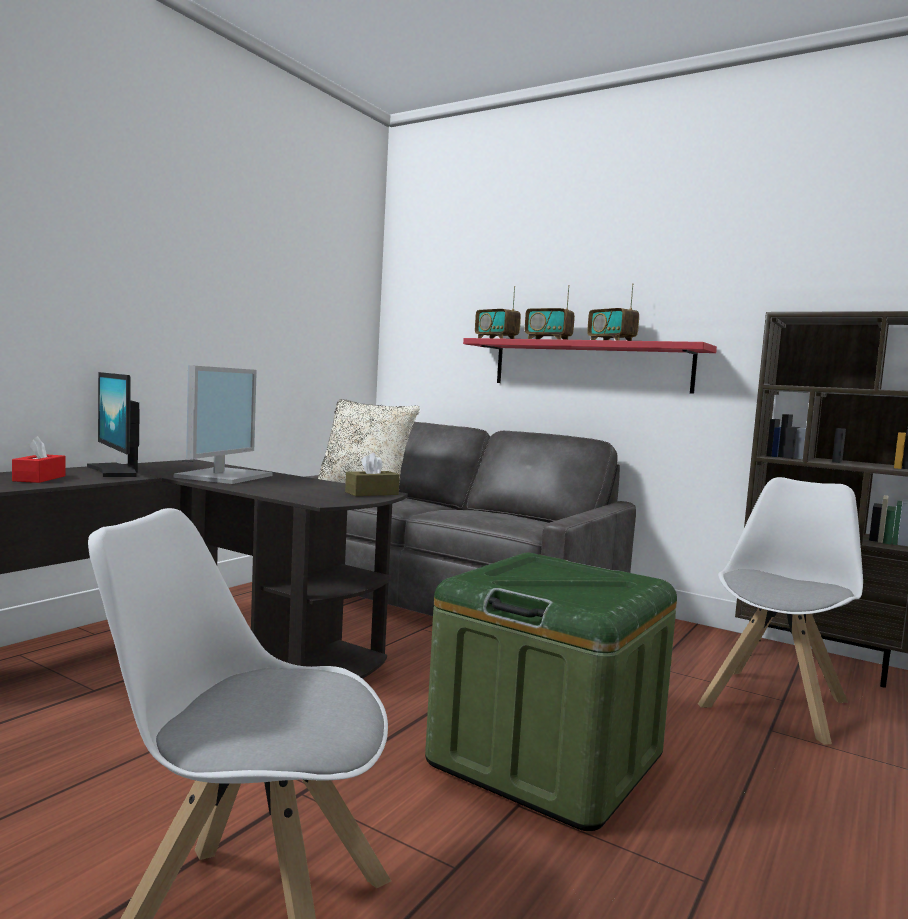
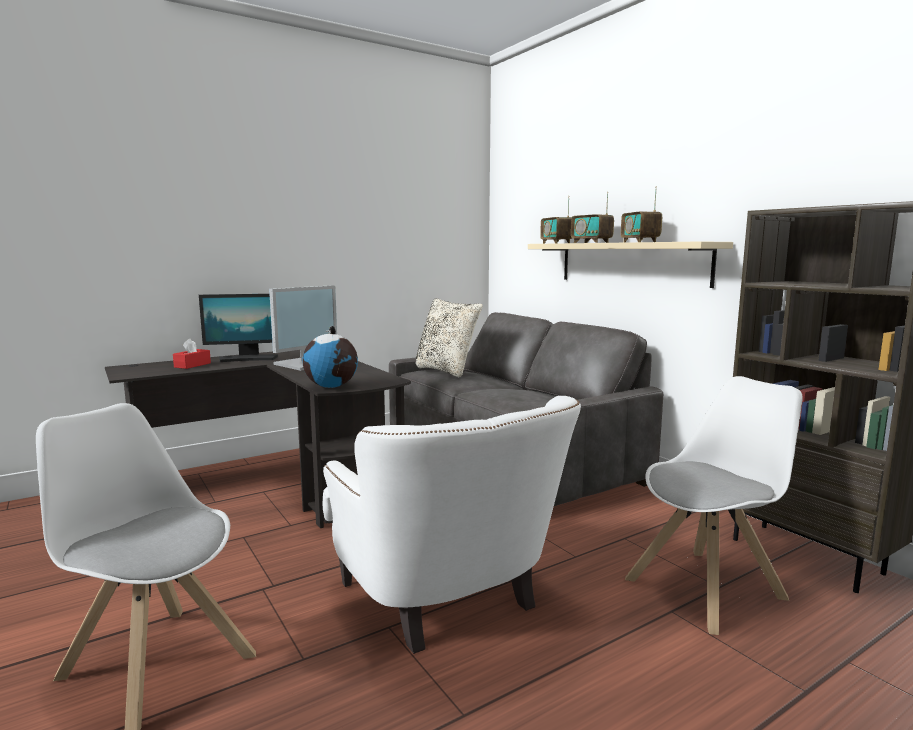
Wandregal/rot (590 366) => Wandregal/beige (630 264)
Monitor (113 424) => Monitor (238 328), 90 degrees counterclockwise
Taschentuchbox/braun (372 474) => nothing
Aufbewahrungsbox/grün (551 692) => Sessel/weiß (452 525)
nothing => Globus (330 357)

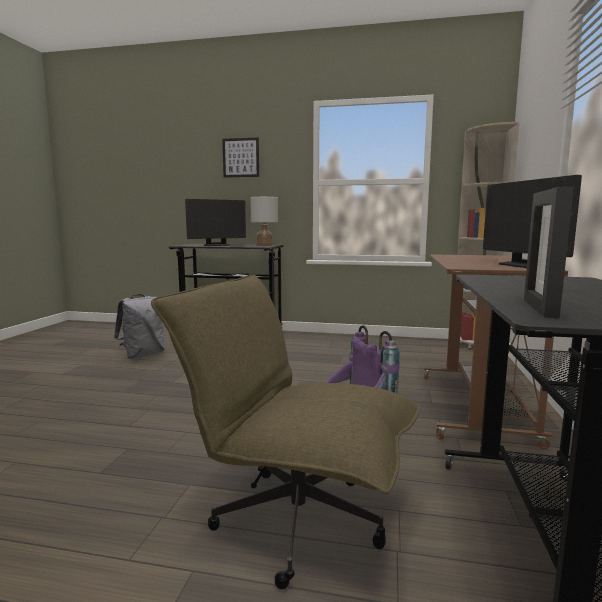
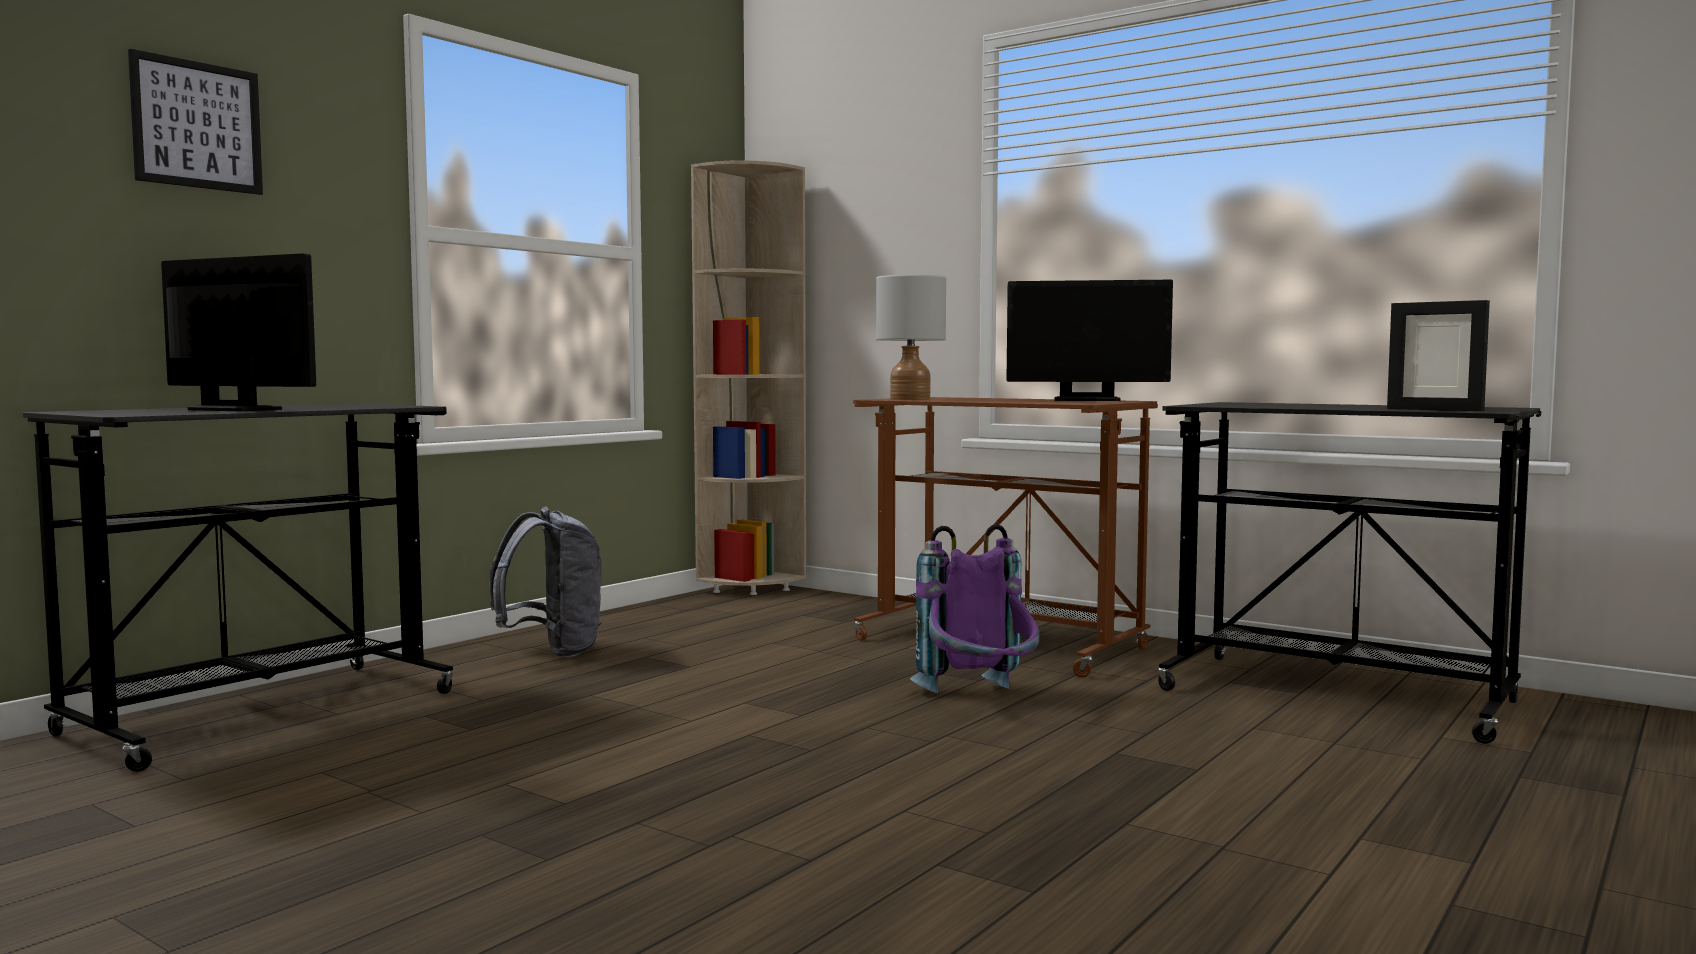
Tischlampe/grau (264 221) => Tischlampe/grau (911 337), moved
Monitor (215 222) => Monitor (238 332), 60 degrees counterclockwise
Bürostuhl/beige (285 432) => nothing
Rucksack/grau (139 326) => Rucksack/grau (546 582), moved

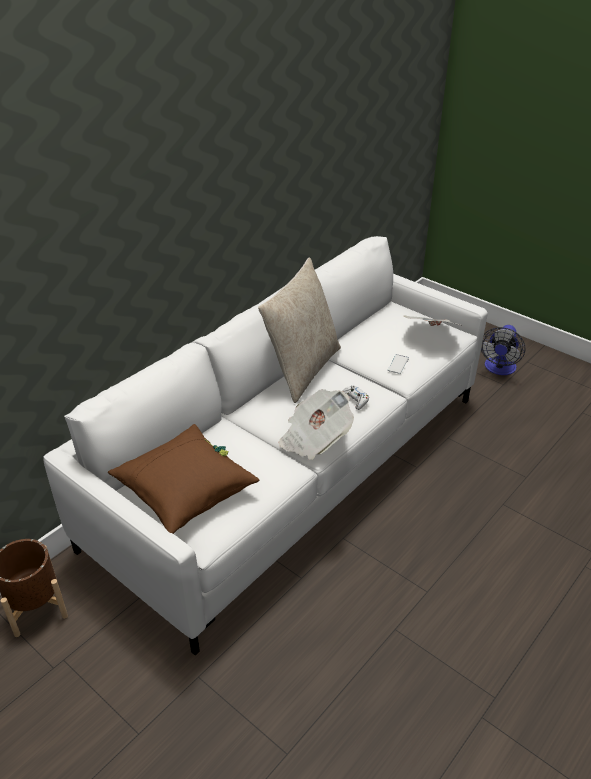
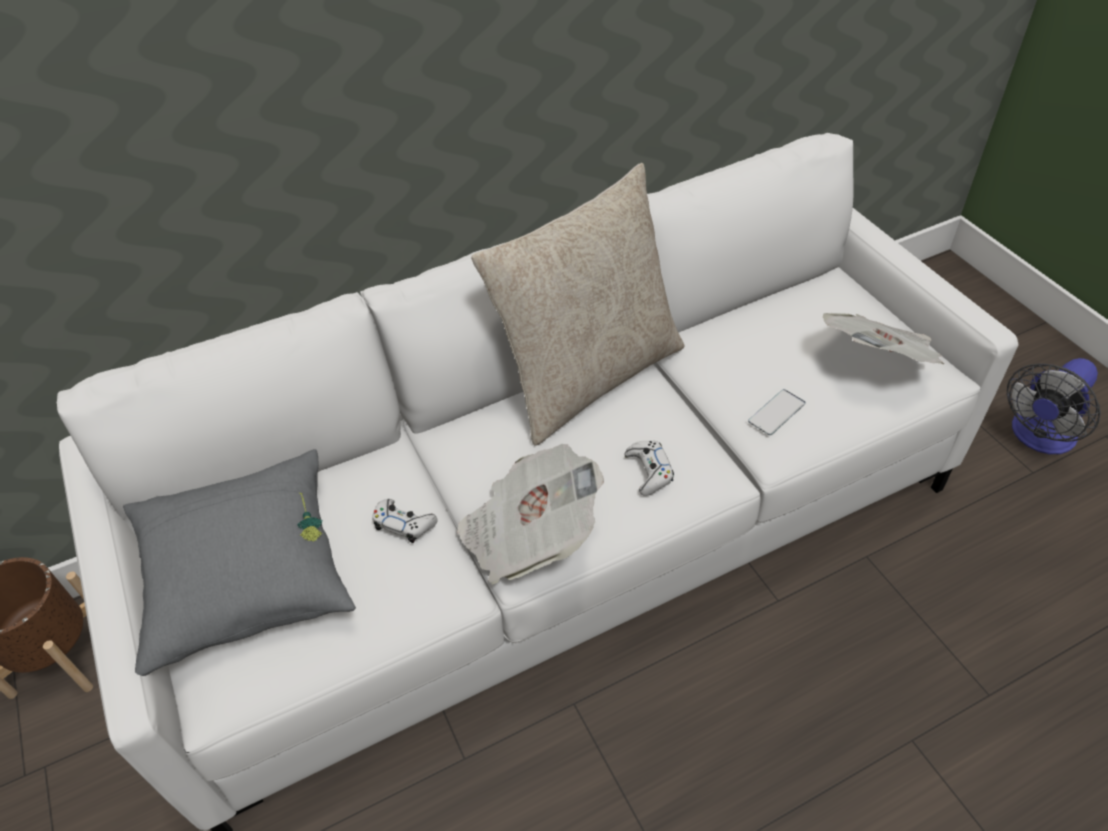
Kissen/braun (183 479) => Kissen/grau (239 562)
nothing => Gamepad/weiß (404 521)

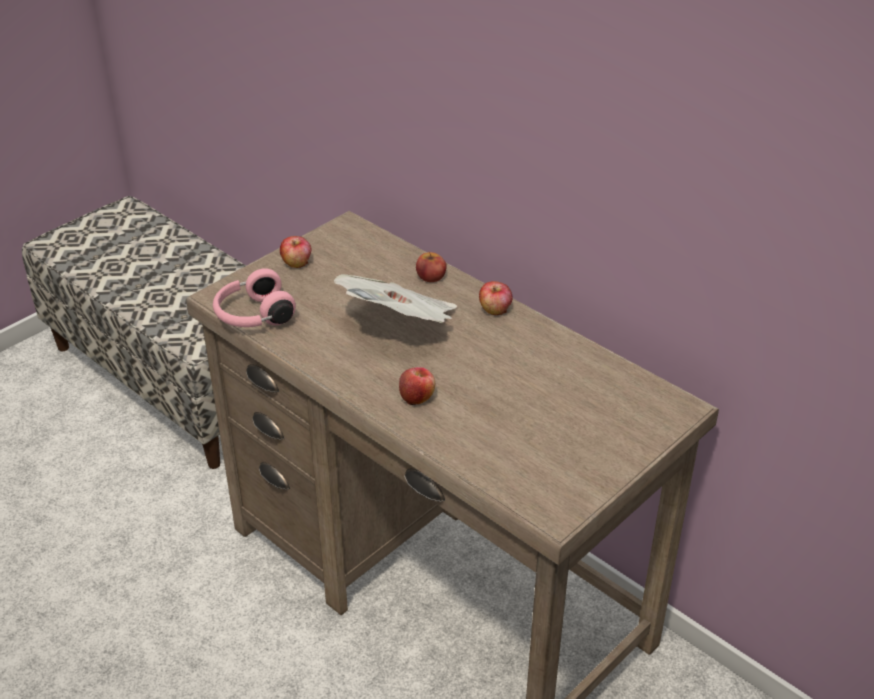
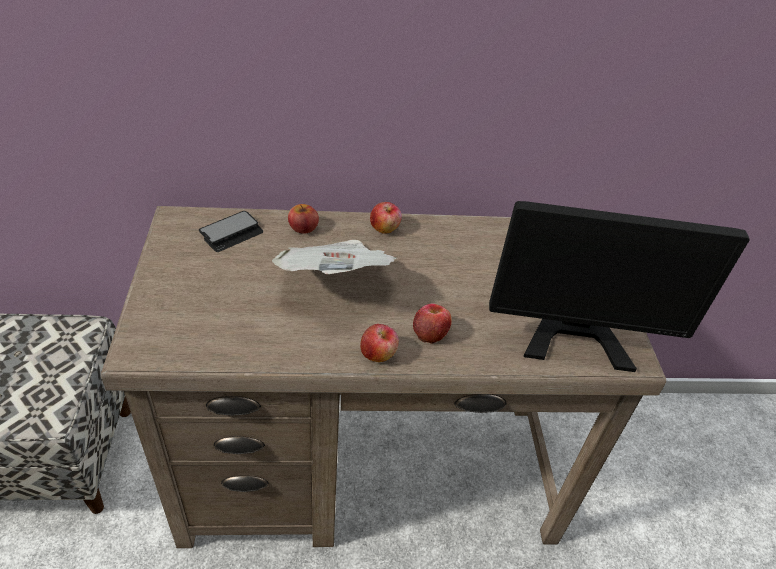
Apfel (296 252) => Apfel (379 343), moved
Kopfhörer/rosa (254 297) => nothing
nothing => Monitor (619 286)
nothing => Handy (231 231)

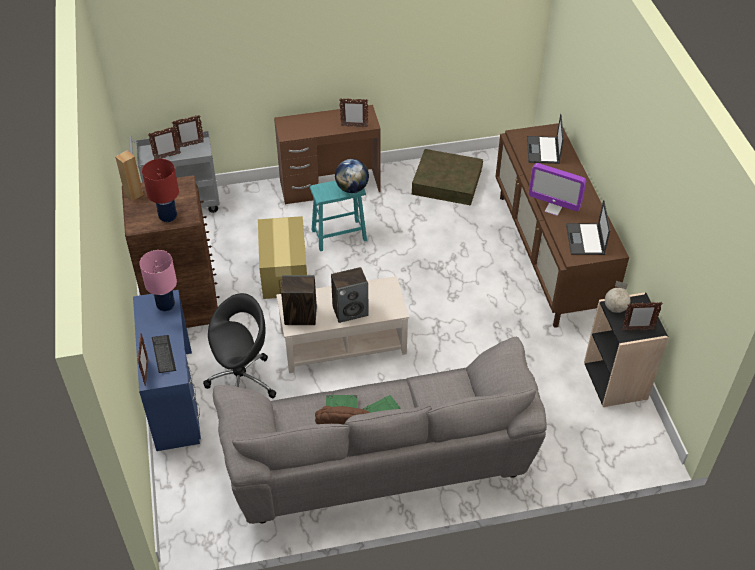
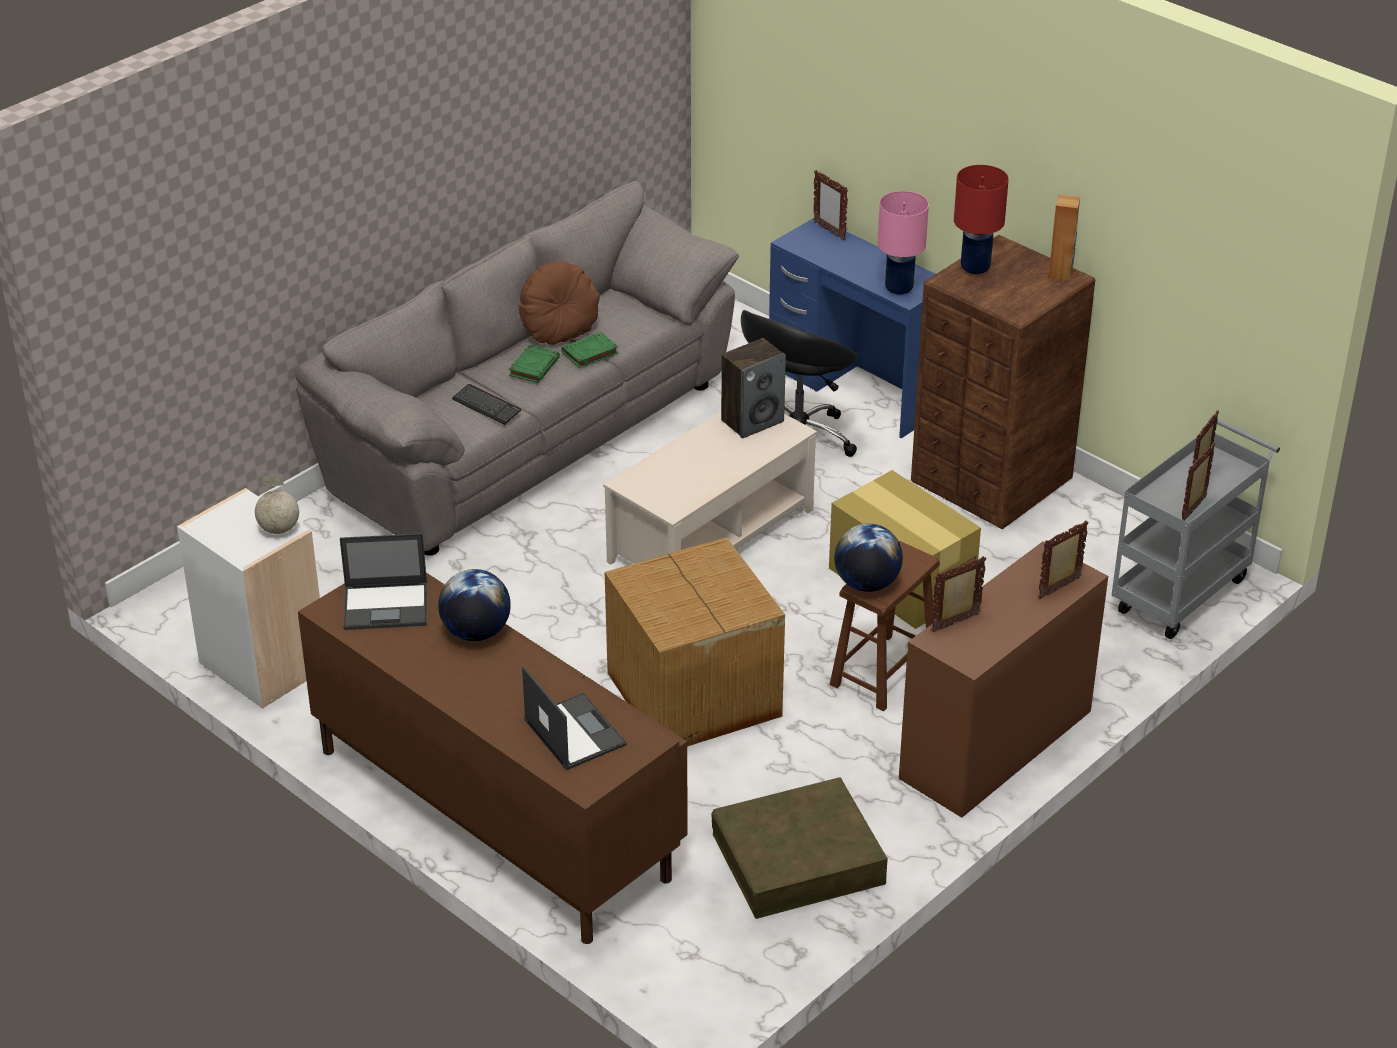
Monitor (557 189) => Globus (474 605)
Hocker/türkis (338 216) => Hocker/braun (885 626)
Laptop (588 227) => Laptop (383 581), 120 degrees clockwise
Lautsprecher (350 295) => nothing
Bücherregal/schwarz (626 349) => Bücherregal/weiß (248 598)
Bilderrahmen (642 316) => Bilderrahmen (1063 559), moved
Tastatur (164 354) => Tastatur (486 404), moved
nothing => Karton (695 642)

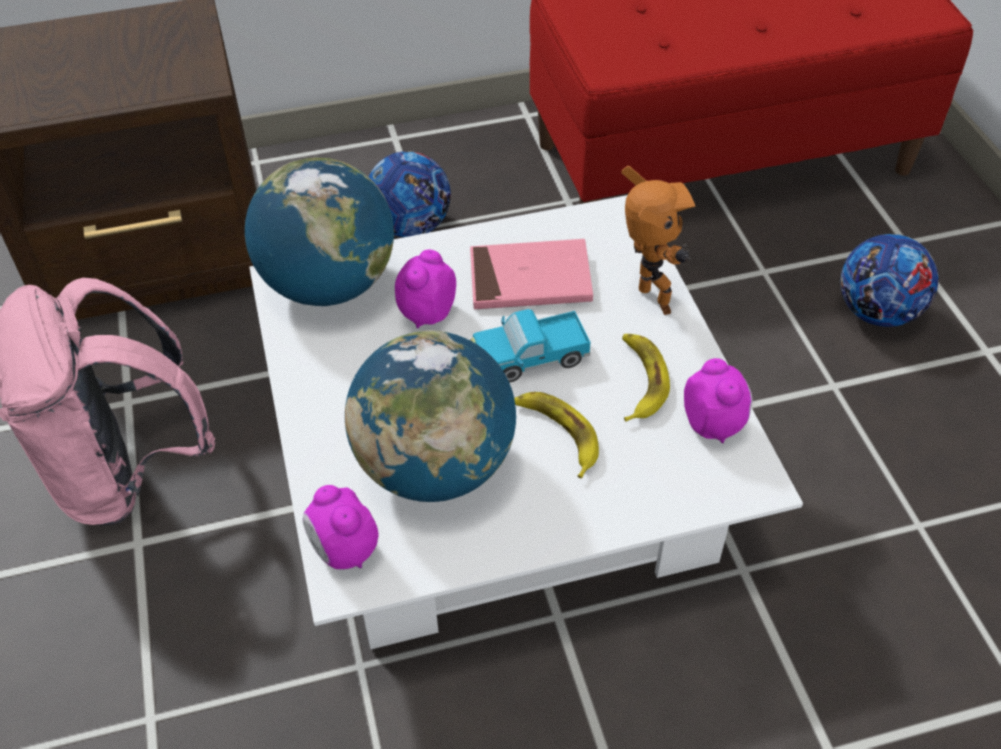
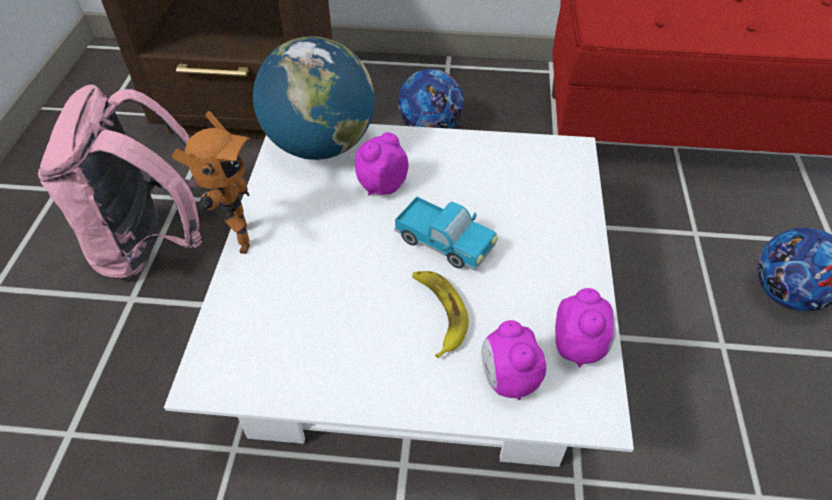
Spielzeugroboter (658 240) => Spielzeugroboter (211 182), moved
Buch/rosa (531 274) => nothing
Spielzeuglaster (531 346) => Spielzeuglaster (446 233), 150 degrees counterclockwise
Globus (430 416) => nothing
Banane (646 378) => nothing
Wecker (341 527) => Wecker (514 360), moved

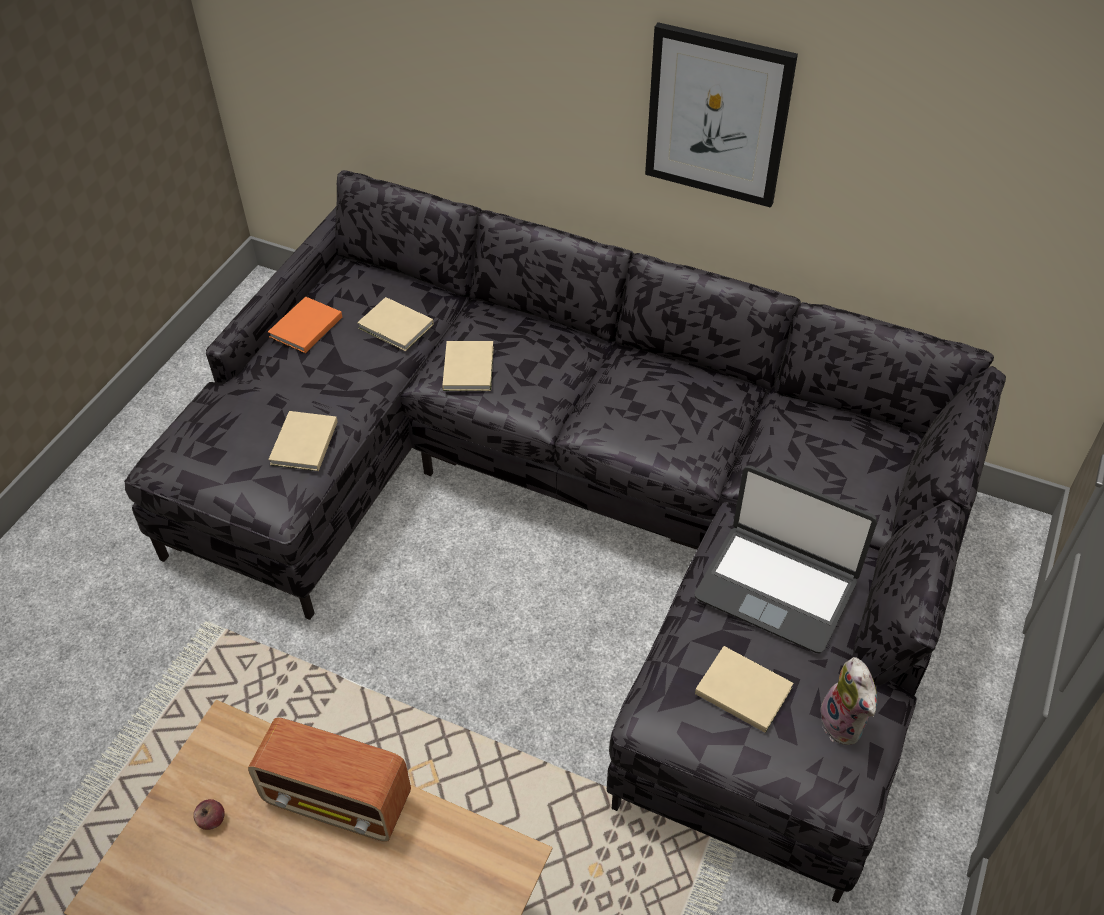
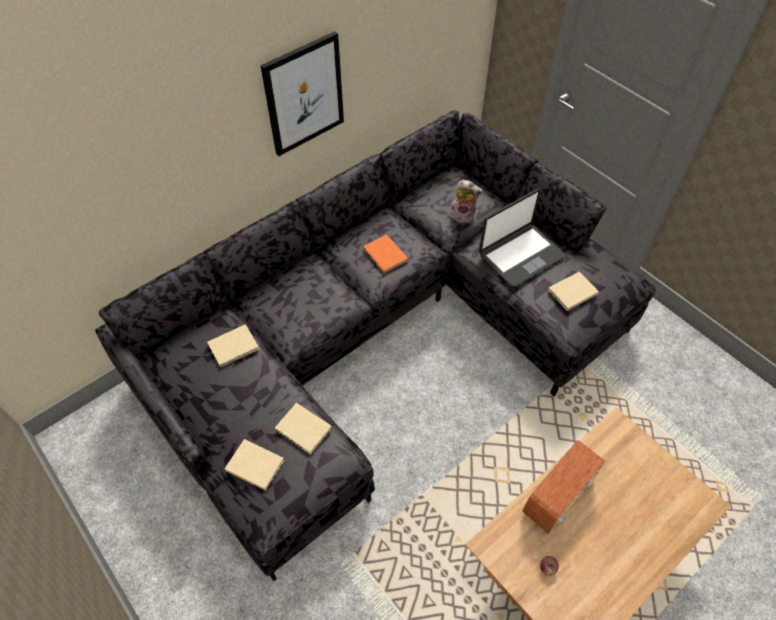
Buch/orange (305 324) => Buch/orange (385 254), moved
Buch/beige (468 366) => Buch/beige (254 465), moved
Plüschtier (849 701) => Plüschtier (466 201), moved

